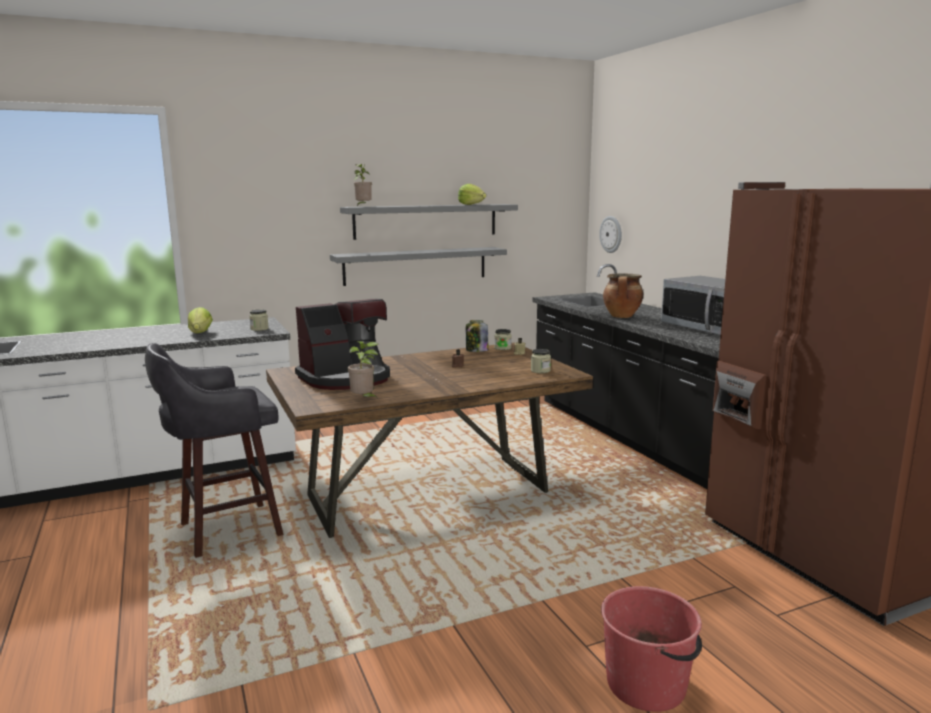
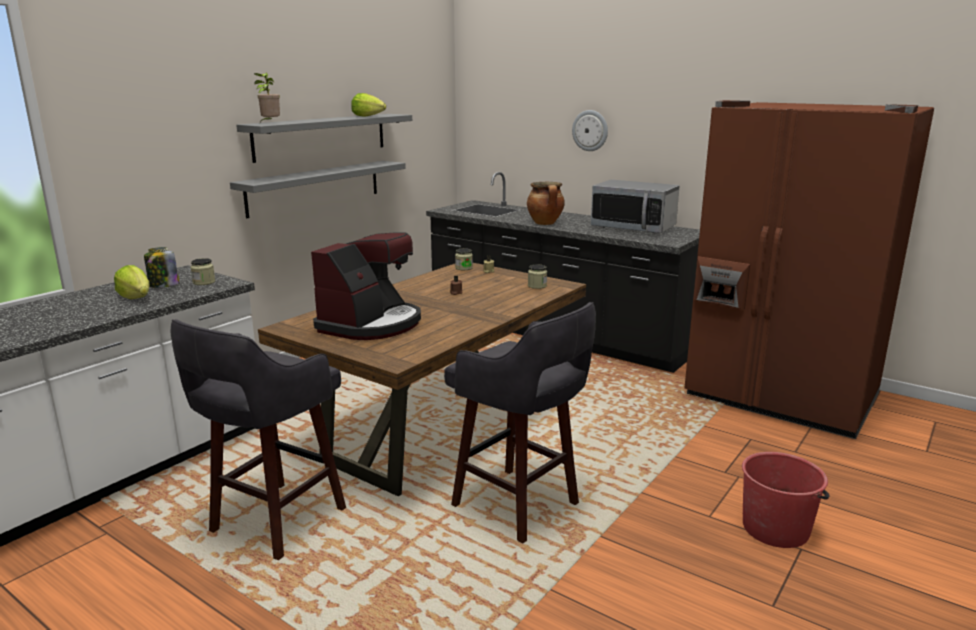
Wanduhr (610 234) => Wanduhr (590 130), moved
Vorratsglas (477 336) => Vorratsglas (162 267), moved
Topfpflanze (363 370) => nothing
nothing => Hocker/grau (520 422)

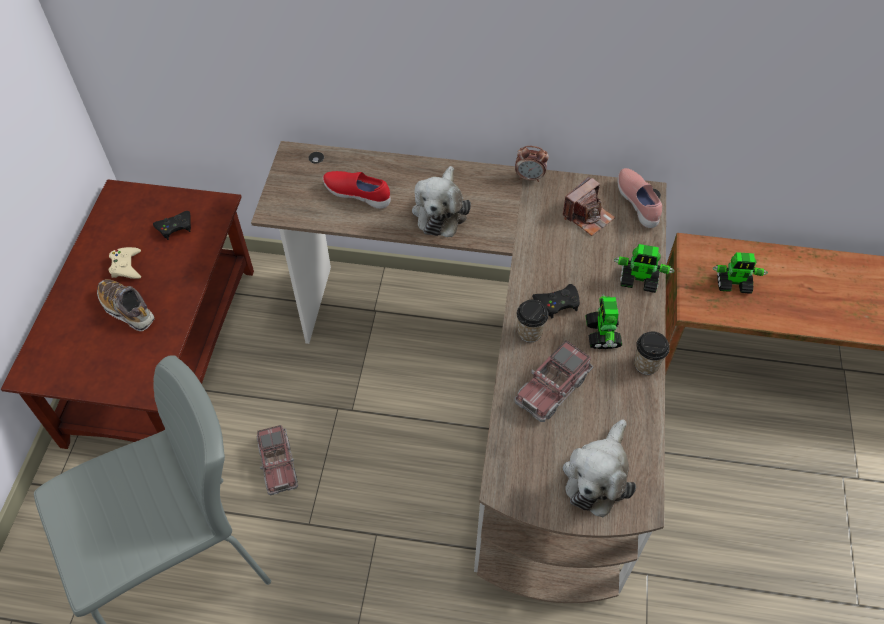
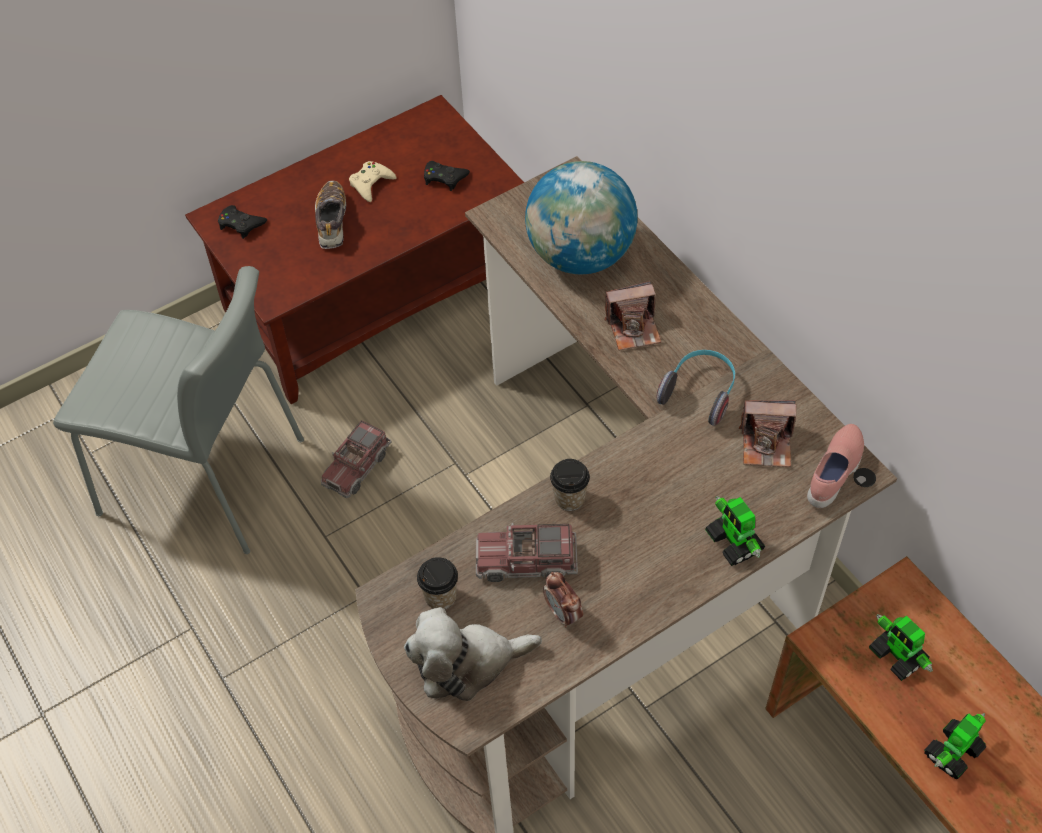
Wecker (532 164) => Wecker (563 599), moved
Plüschtier (441 201) => Kamera (633 315)
Schuh/rot (357 190) => Globus (581 217)
Gamepad/schwarz (556 301) => Gamepad/schwarz (242 222), moved
Spielzeugroboter (603 321) => Spielzeugroboter (955 746), moved
Tasse (652 353) => Tasse (437 583), moved
nothing => Kopfhörer (696 388)

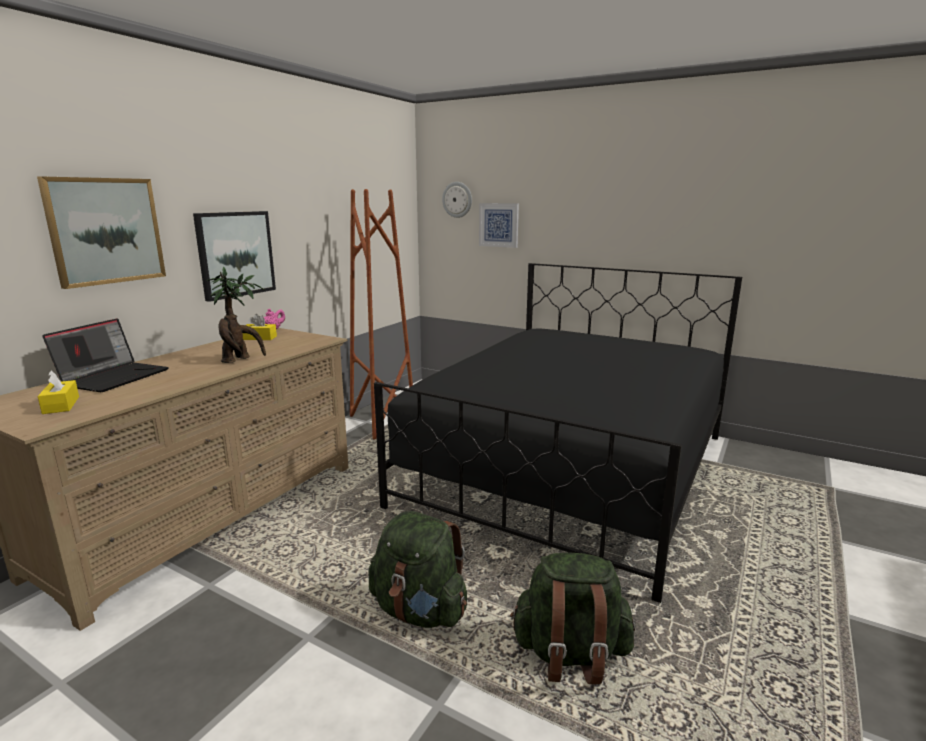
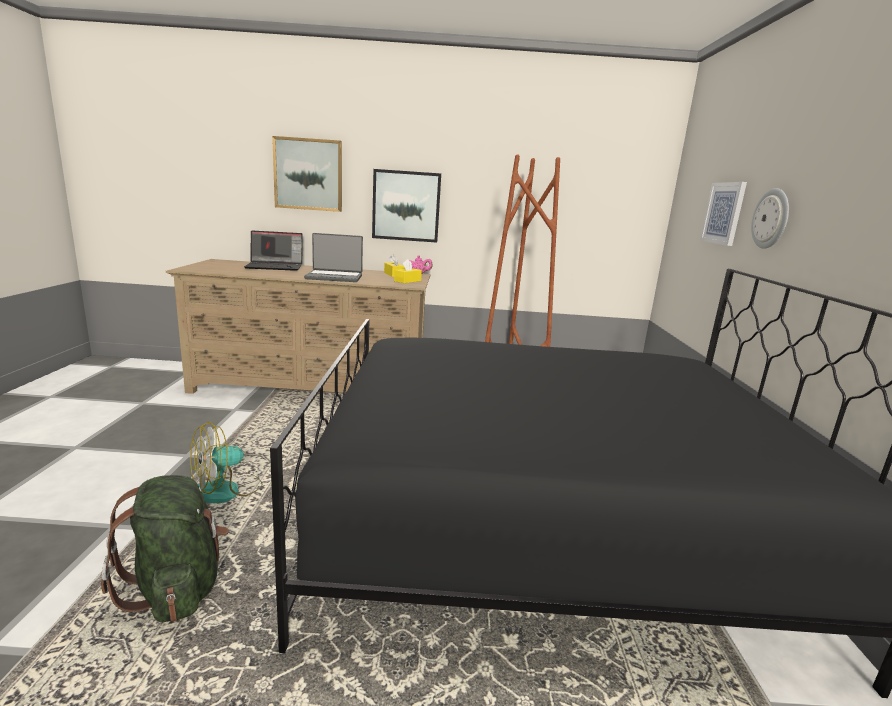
Wanduhr (457 200) => Wanduhr (770 218), moved
Topfpflanze (236 314) => Laptop (333 257)
Taschentuchbox/gelb (58 392) => Taschentuchbox/gelb (408 271), moved
Rucksack/grün (417 569) => Ventilator (226 462)

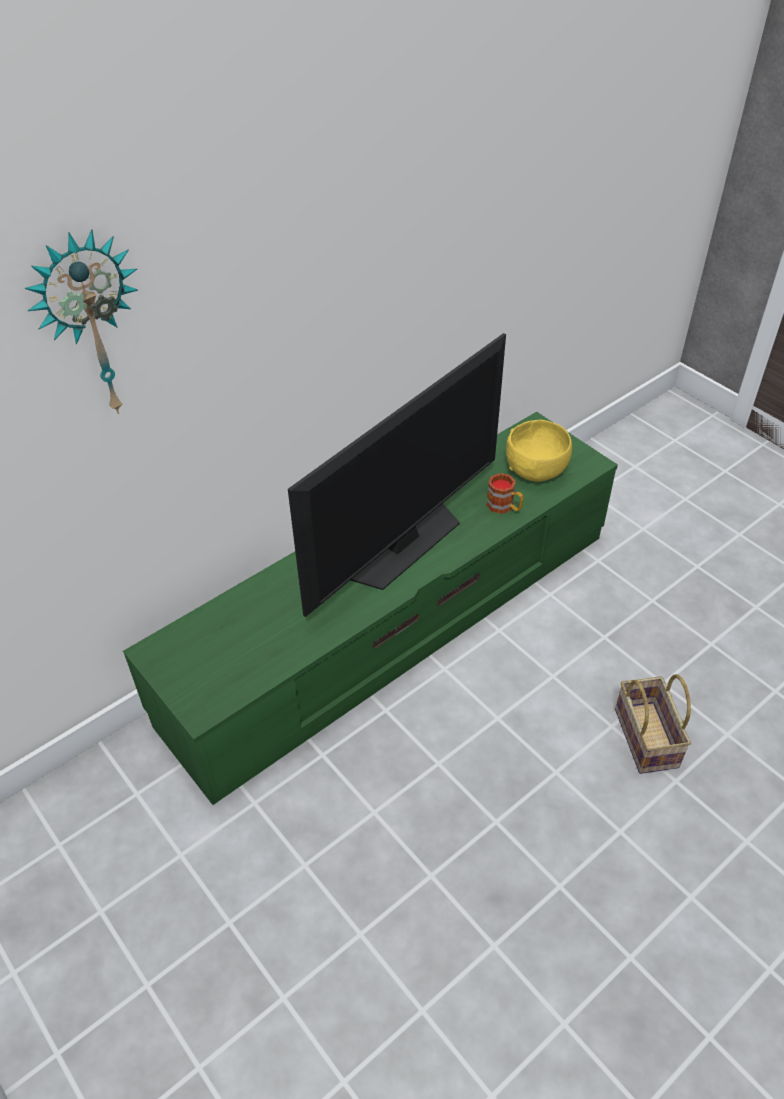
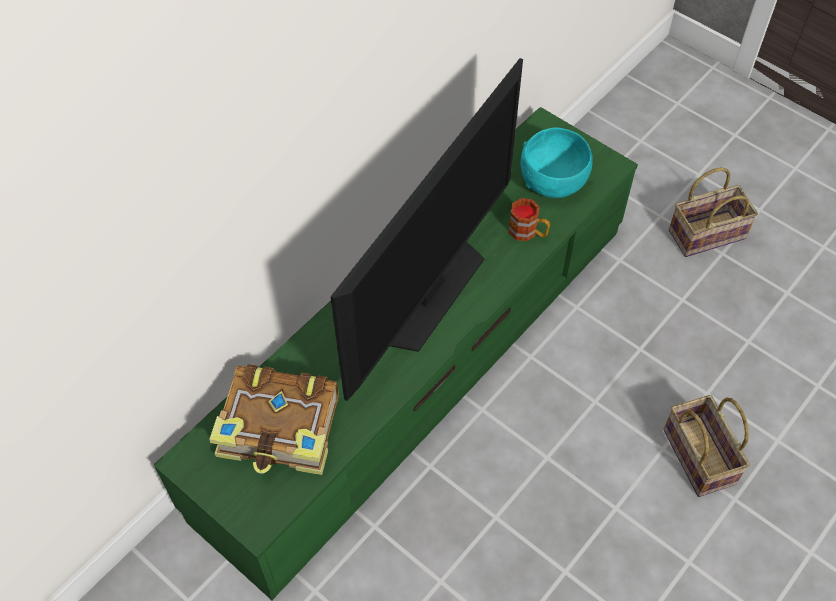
Wanduhr (81 321) => nothing
Schüssel/gelb (539 451) => Schüssel/türkis (557 162)
nothing => Korb (713 212)
nothing => Buch (274 419)

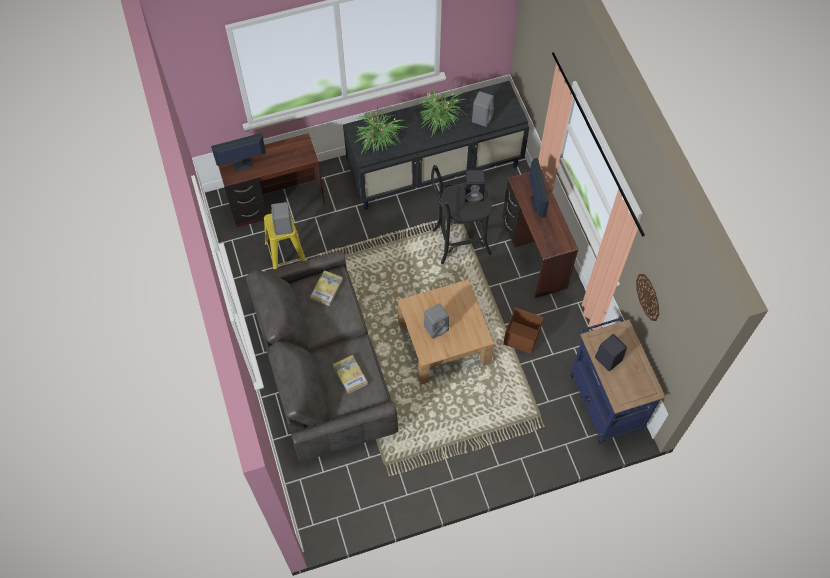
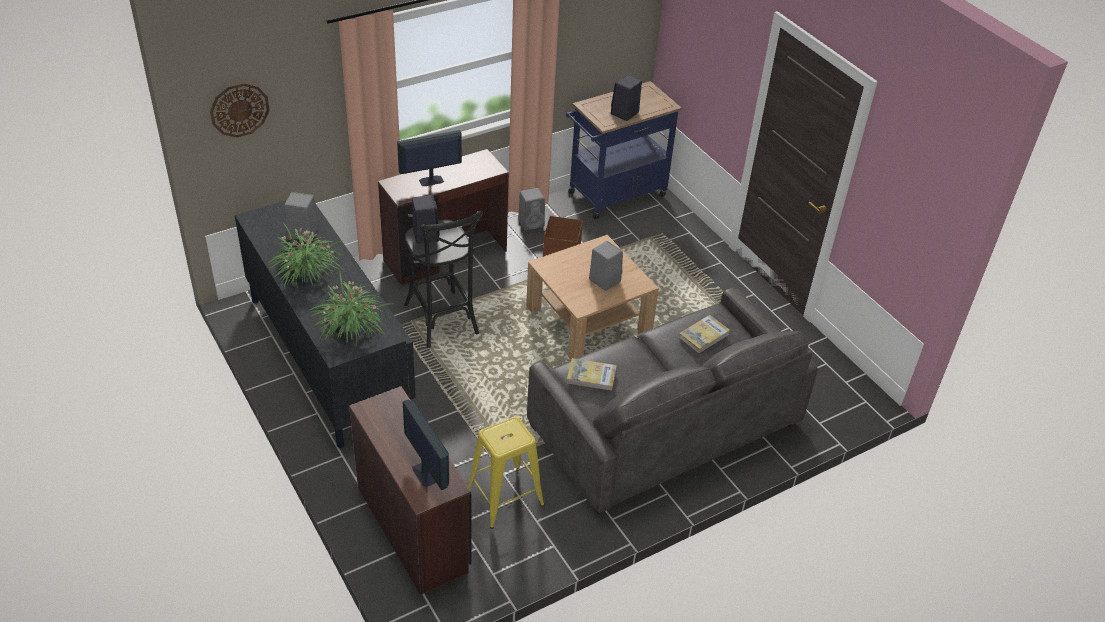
Lautsprecher/grau (282 218) => Lautsprecher/grau (531 209), moved
Wanduhr (647 297) => Wanduhr (240 110), moved

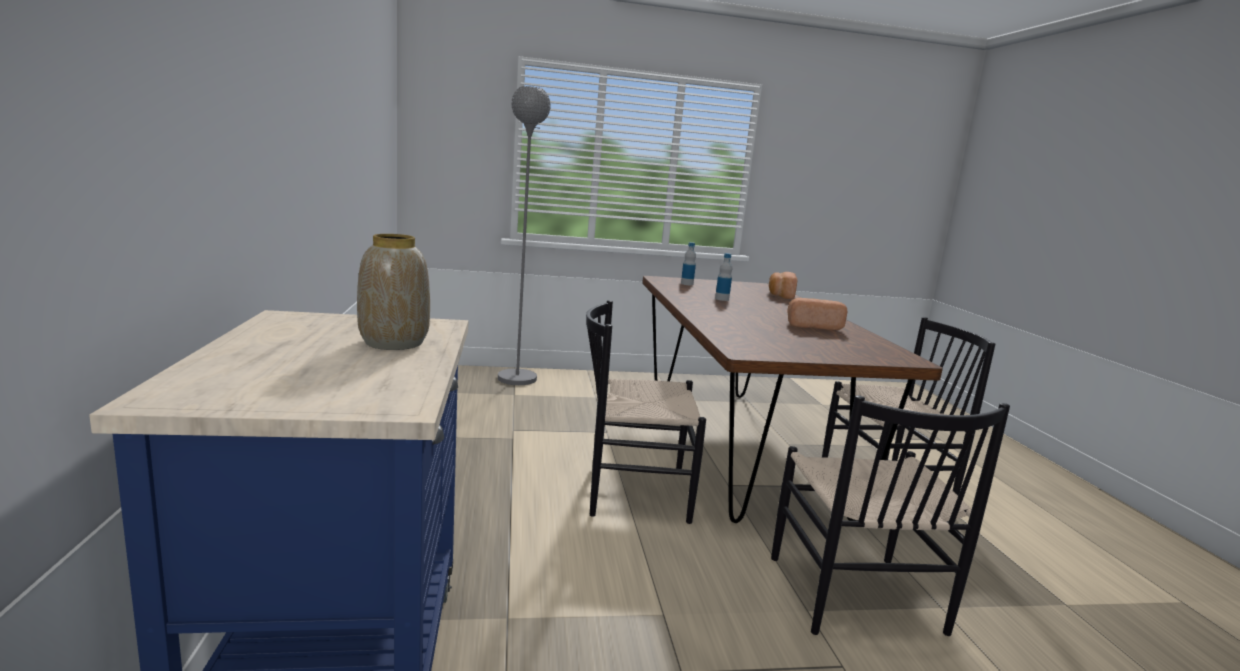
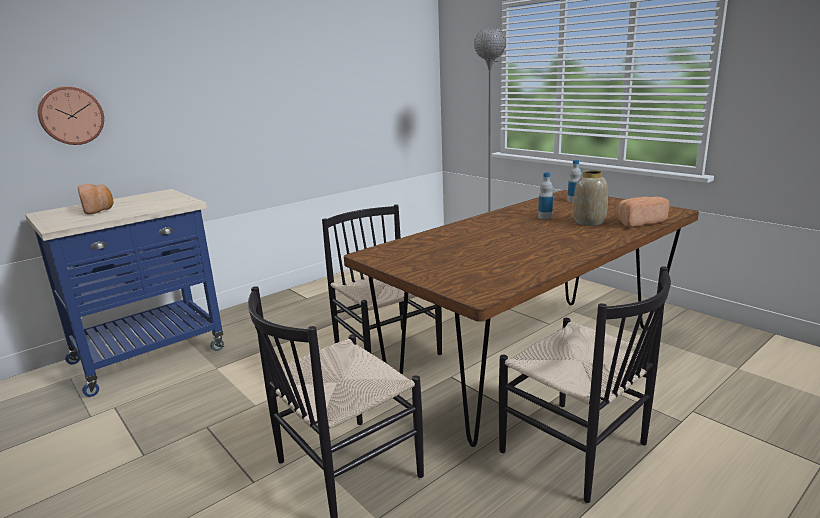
Vase (393 292) => Vase (590 198), moved
Brot (817 314) => Brot (95 199), moved
nothing => Wanduhr (71 115)

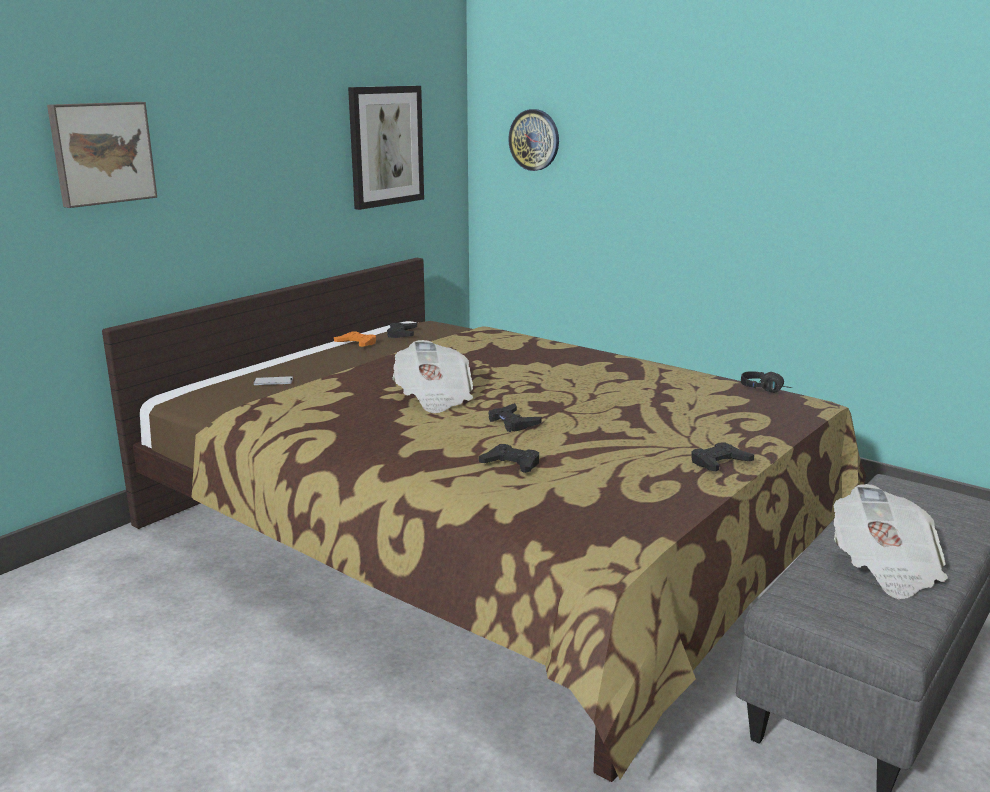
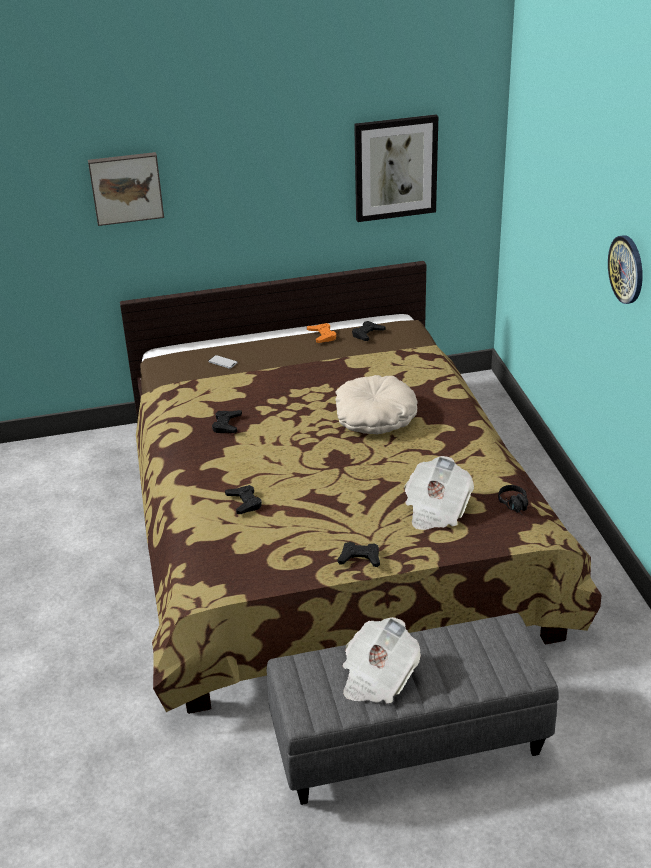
Wanduhr (533 140) => Wanduhr (625 269), moved
Zeitung (433 376) => Zeitung (439 493), moved
Gamepad/schwarz (515 417) => Gamepad/schwarz (227 421), moved
nothing => Kissen/beige (376 404)

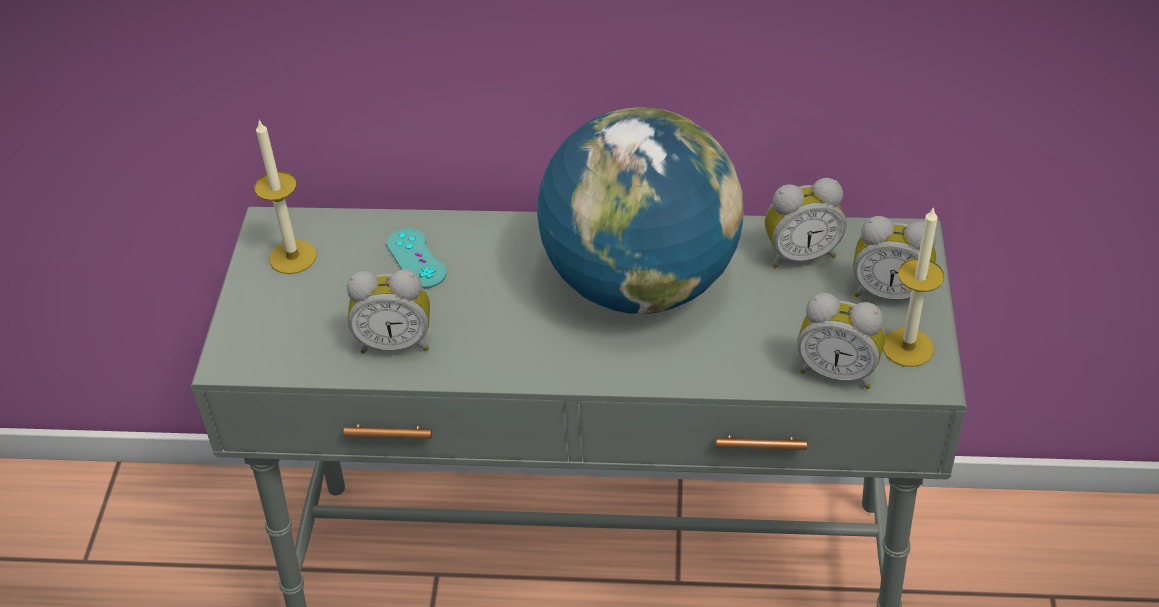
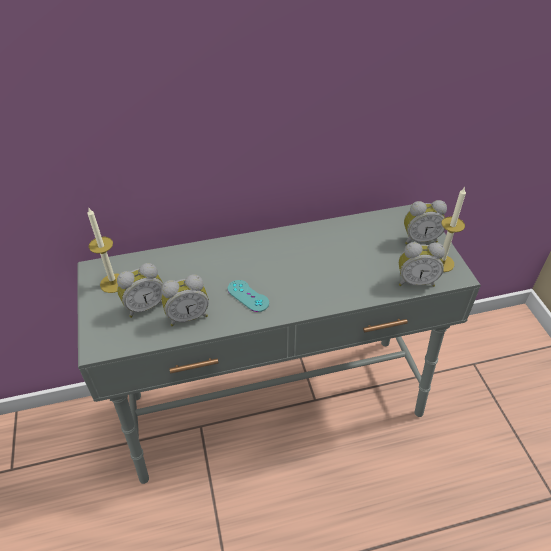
Globus (640 210) => nothing
Wecker (806 223) => Wecker (140 290), moved
Gamepad/türkis (417 258) => Gamepad/türkis (248 296), moved

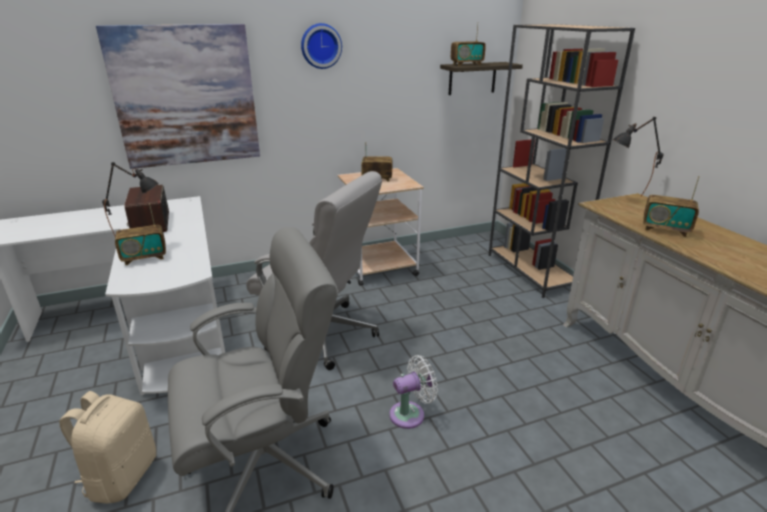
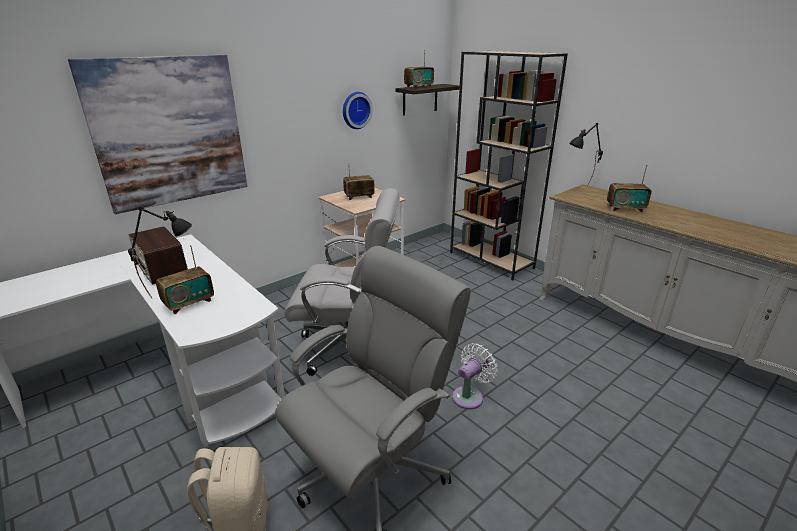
Wanduhr (321 46) => Wanduhr (358 110), moved

